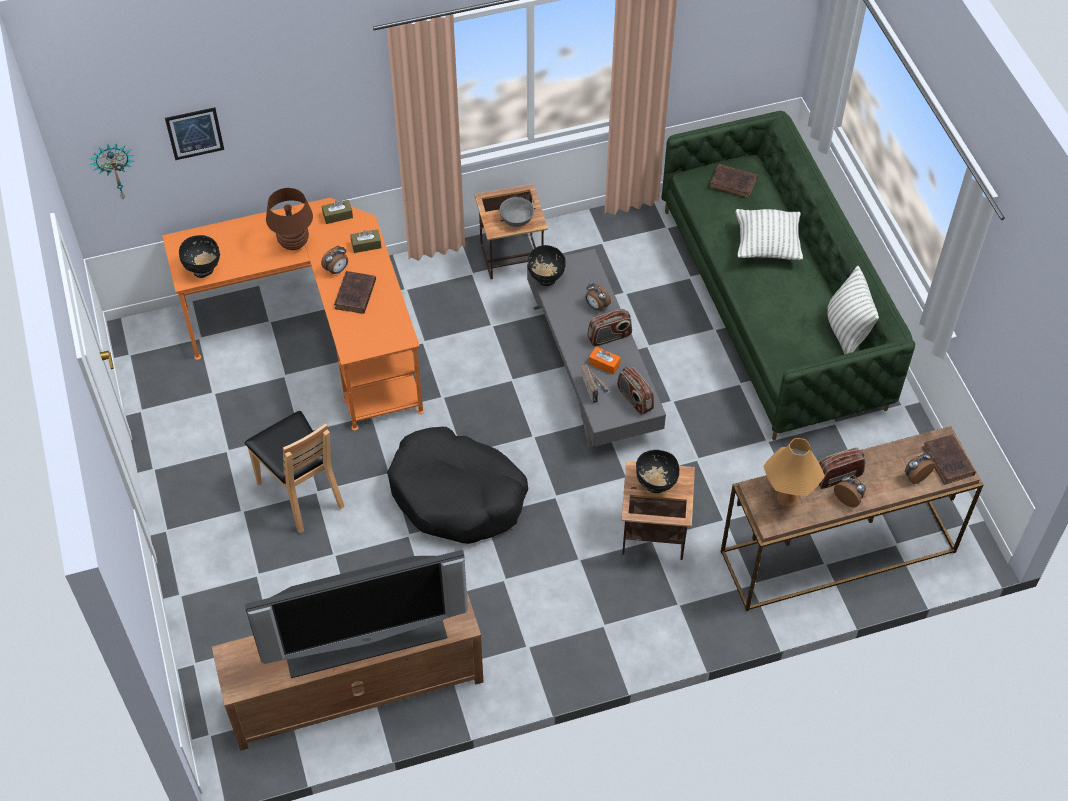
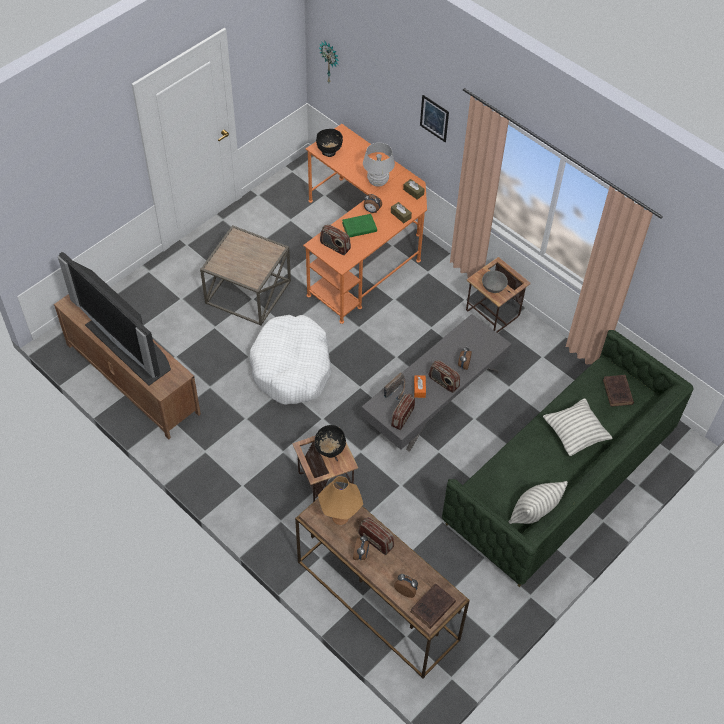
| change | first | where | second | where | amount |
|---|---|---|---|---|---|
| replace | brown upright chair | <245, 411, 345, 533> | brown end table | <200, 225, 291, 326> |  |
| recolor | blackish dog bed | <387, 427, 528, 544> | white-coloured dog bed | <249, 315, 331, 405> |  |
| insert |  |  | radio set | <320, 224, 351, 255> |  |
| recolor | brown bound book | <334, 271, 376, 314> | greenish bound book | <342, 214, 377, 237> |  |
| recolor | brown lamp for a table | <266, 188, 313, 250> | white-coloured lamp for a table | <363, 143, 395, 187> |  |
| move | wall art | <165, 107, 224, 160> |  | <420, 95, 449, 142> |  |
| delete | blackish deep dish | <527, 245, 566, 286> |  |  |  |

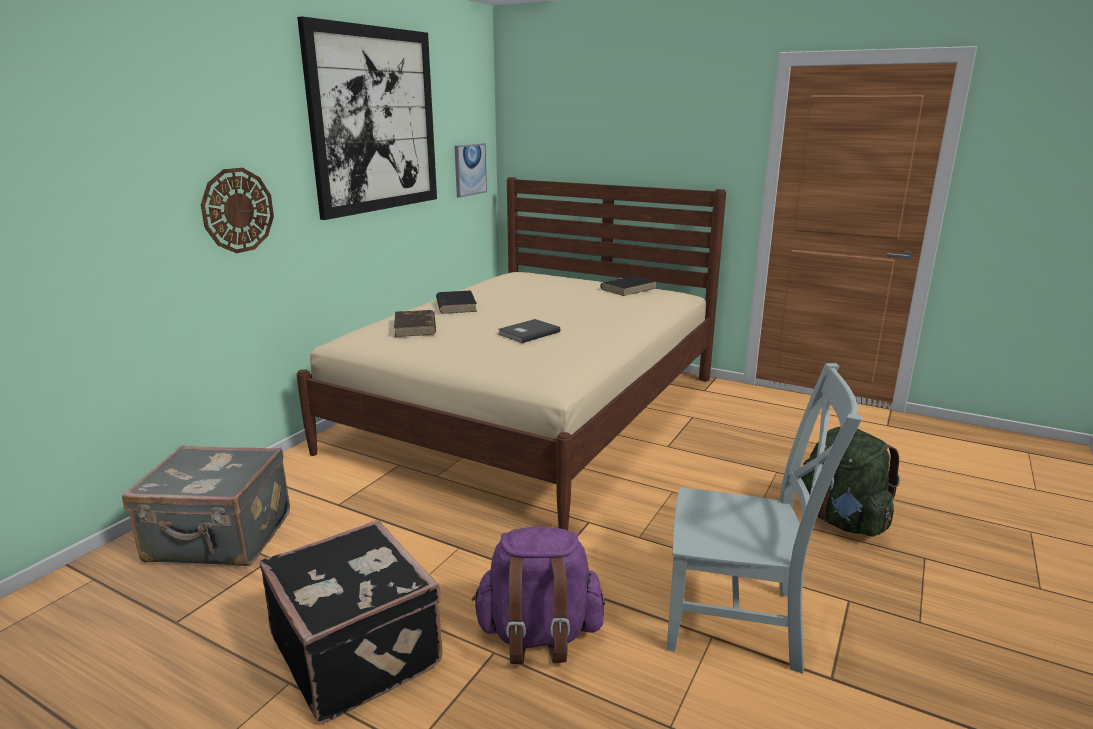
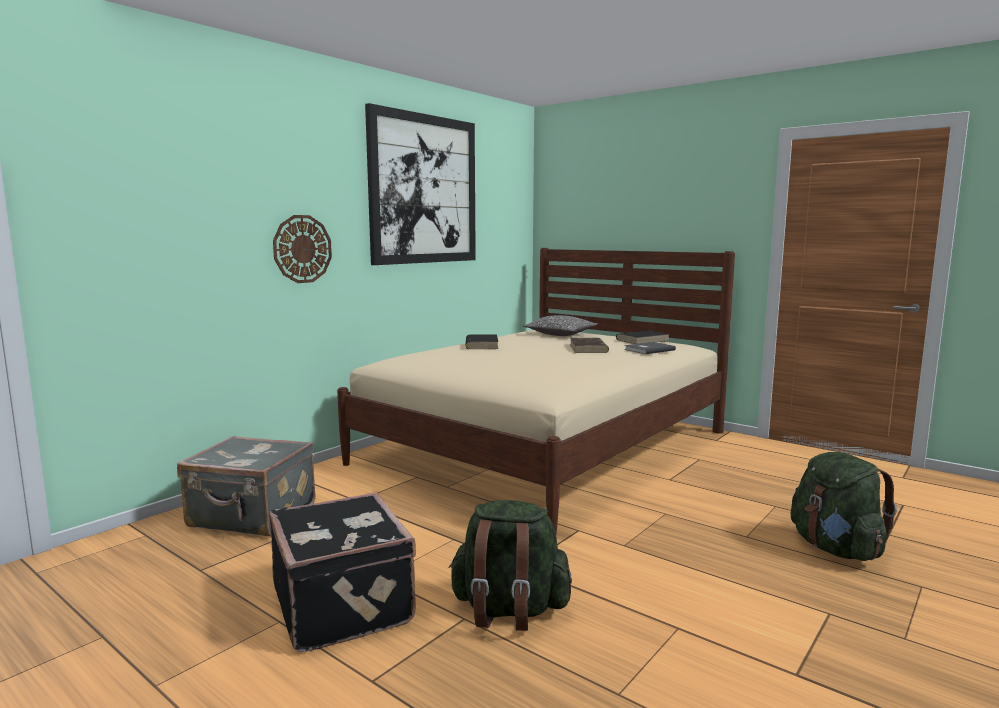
| change | first | where | second | where | amount |
|---|---|---|---|---|---|
| recolor | purple-coloured backpack | <472, 527, 605, 664> | greenish backpack | <449, 500, 572, 631> |  |
| insert |  |  | cushion | <523, 315, 598, 336> |  |
| move | brown bound book | <394, 310, 436, 337> |  | <570, 338, 609, 353> |  |
| move | greyish bound book | <498, 319, 561, 343> |  | <624, 342, 676, 354> |  |
| delete | wall art | <455, 143, 487, 198> |  |  |  |
| delete | greyish upright chair | <667, 363, 863, 674> |  |  |  |

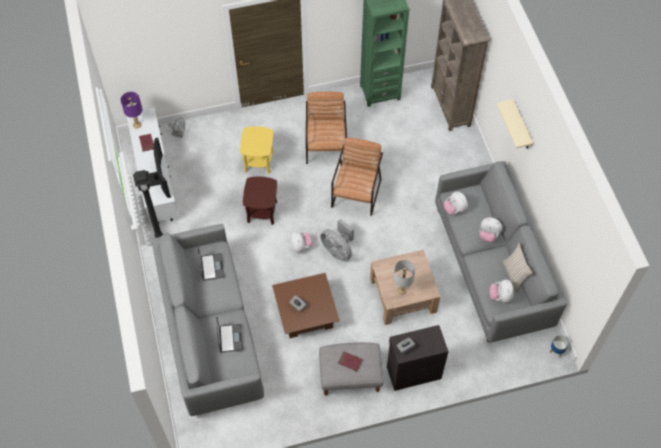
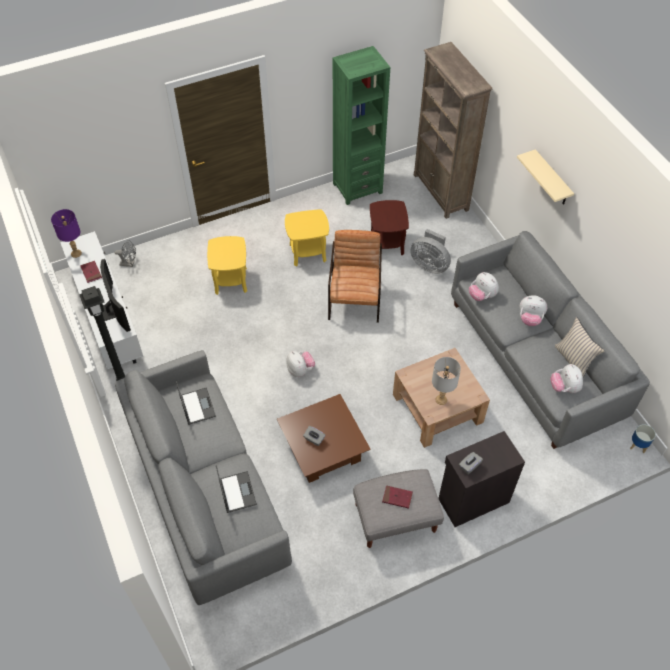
| change | first | where | second | where | amount |
|---|---|---|---|---|---|
| replace | brown lounge chair | <306, 92, 347, 164> | yellow-coloured end table | <285, 209, 329, 267> |  |
| move | brown end table | <243, 177, 277, 225> |  | <370, 200, 409, 256> |  |
| move | greyish electric fan | <320, 219, 354, 262> |  | <410, 229, 451, 274> |  |

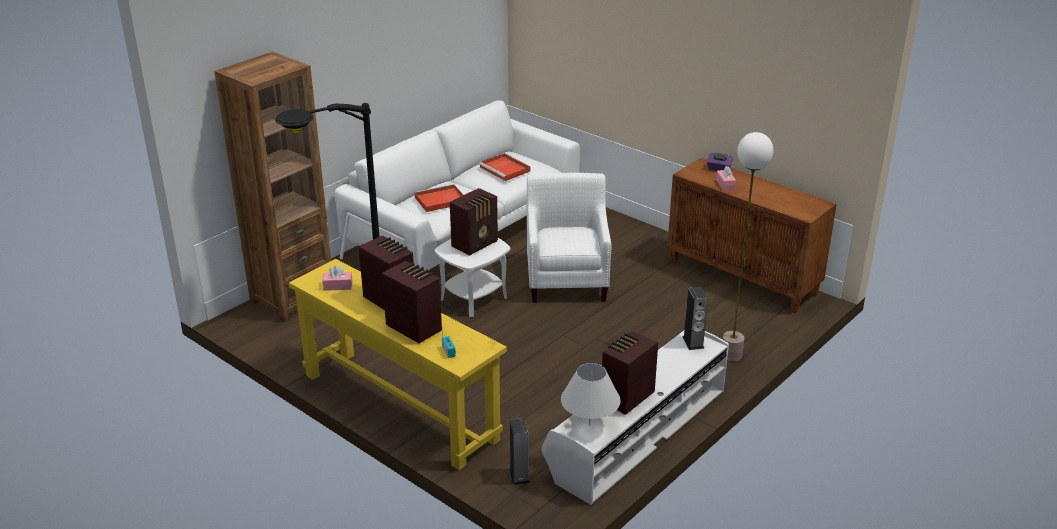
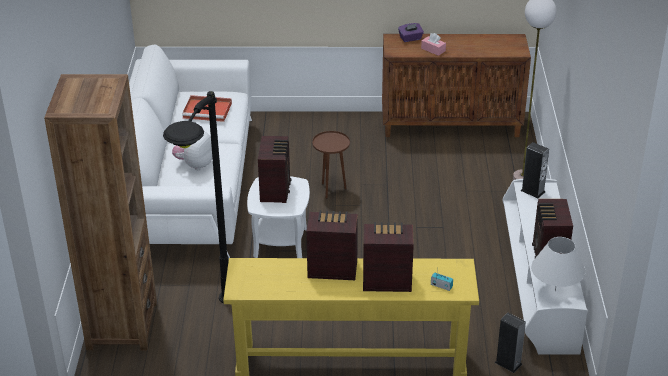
| change | first | where | second | where | amount |
|---|---|---|---|---|---|
| replace | red carrying tray | <414, 184, 463, 212> | cuddly toy | <172, 132, 212, 170> |  |
| replace | white-coloured lounge chair | <527, 173, 611, 303> | brown end table | <312, 131, 350, 199> |  |
| delete | pink box of tissues | <322, 265, 352, 291> |  |  |  |

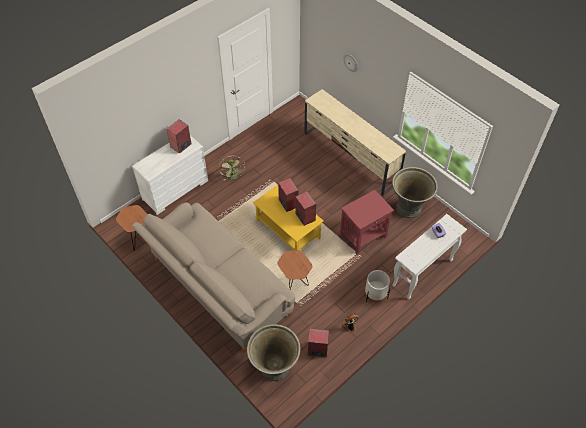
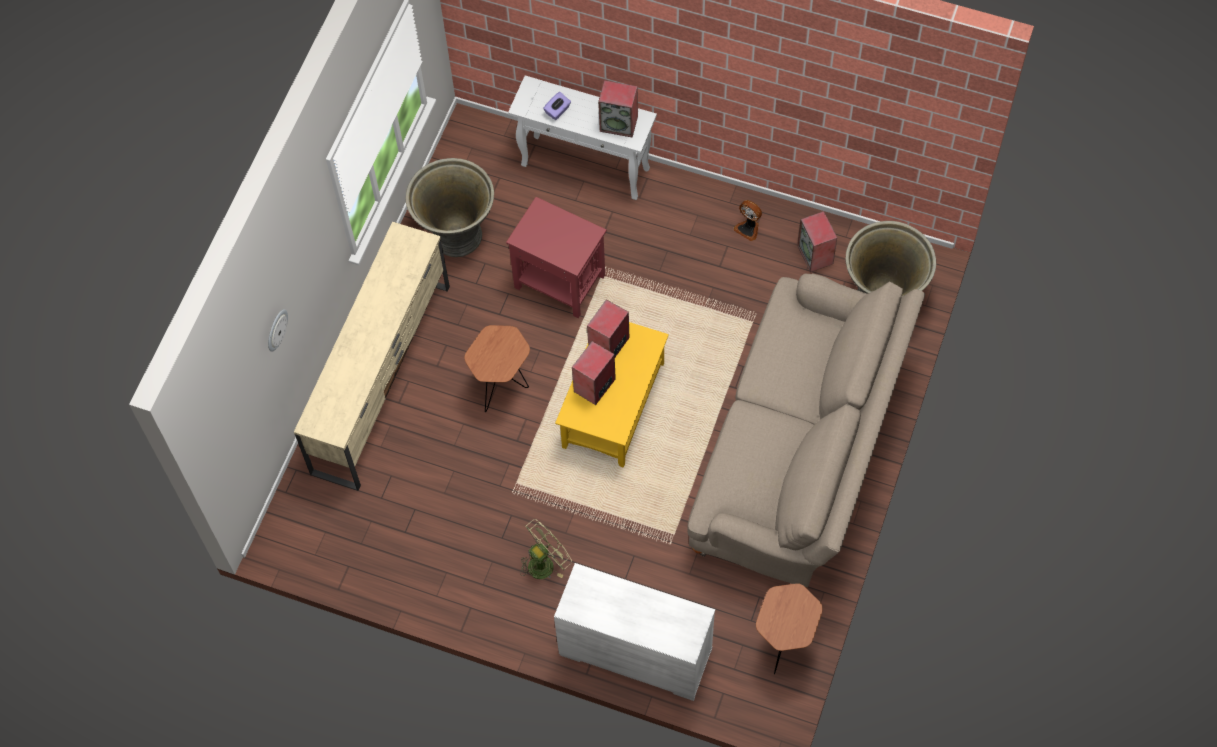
| change | first | where | second | where | amount |
|---|---|---|---|---|---|
| move | brown end table | <277, 250, 312, 290> |  | <464, 325, 530, 412> |  |
| move | loudspeaker | <167, 119, 191, 154> |  | <598, 80, 638, 137> |  |
| delete | white-coloured plant pot | <365, 270, 390, 302> |  |  |  |

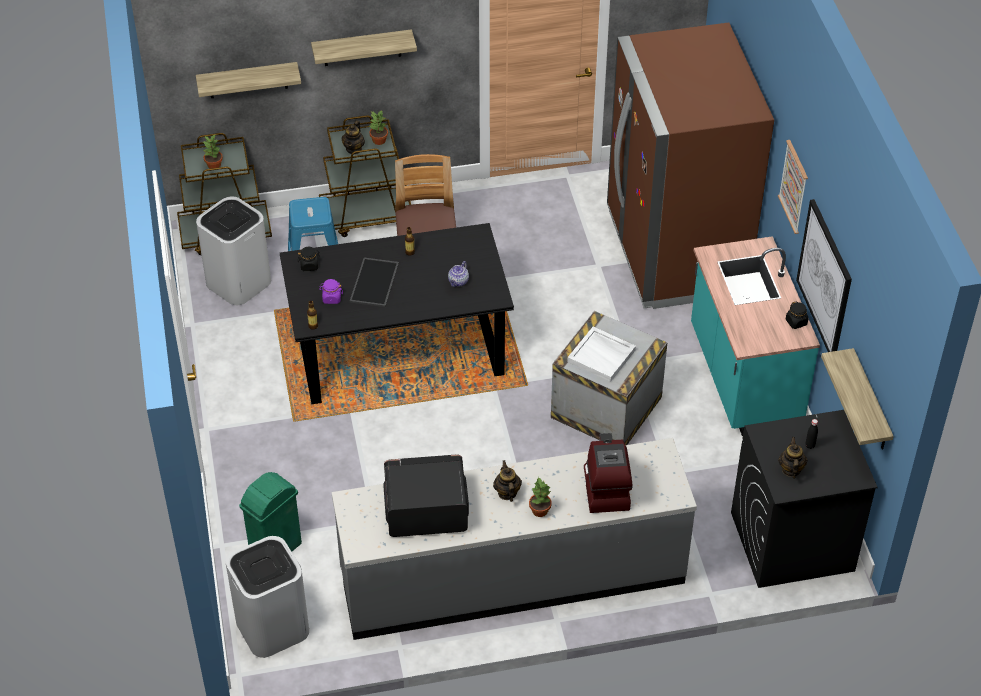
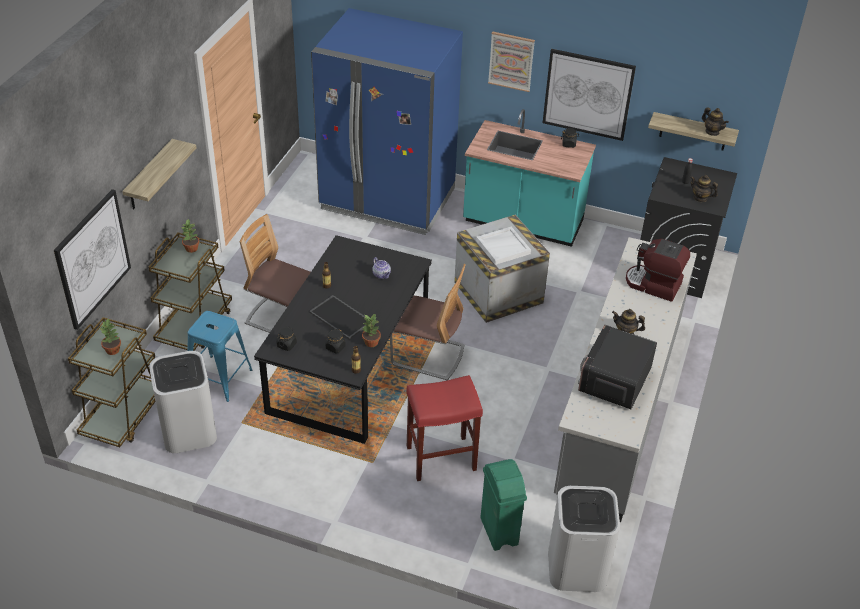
| change | first | where | second | where | amount |
|---|---|---|---|---|---|
| replace | shelf | <196, 62, 301, 98> | wall art | <54, 189, 131, 330> |  |
| recolor | brown kitchen fridge | <607, 23, 774, 309> | blue-coloured kitchen fridge | <311, 8, 463, 235> |  |
| recolor | purple-coloured preserve jar | <319, 279, 343, 304> | blackish preserve jar | <325, 329, 346, 354> |  |
| move | houseplant | <529, 477, 552, 517> |  | <362, 313, 381, 347> |  |
| insert |  |  | upright chair | <390, 264, 466, 380> |  |
| insert |  |  | red stool seat | <406, 375, 483, 481> |  |
| move | teapot | <341, 120, 365, 155> |  | <702, 107, 729, 136> |  |

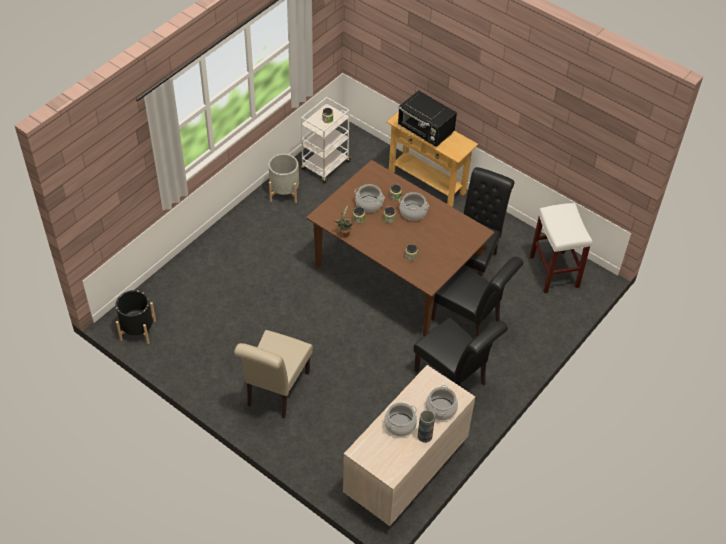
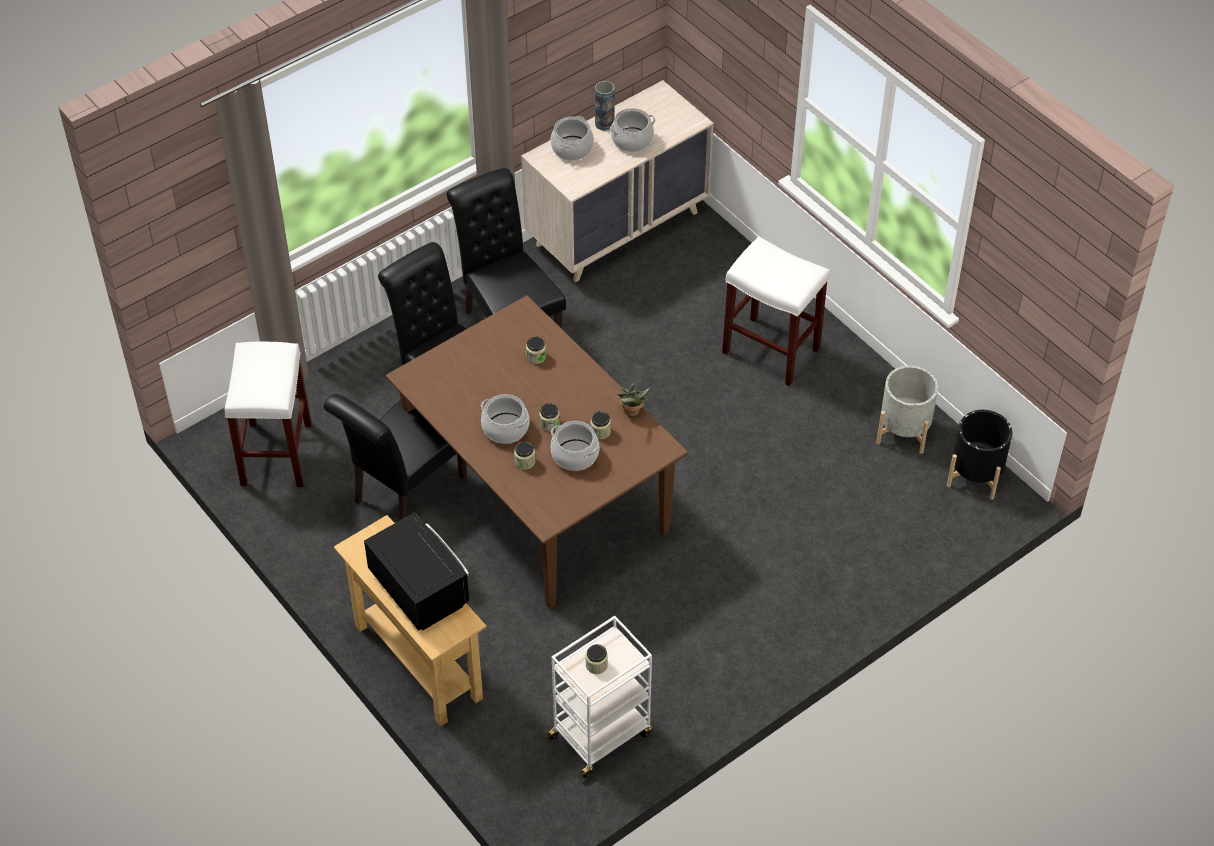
| change | first | where | second | where | amount |
|---|---|---|---|---|---|
| replace | sand-coloured upright chair | <234, 330, 313, 419> | white-coloured stool seat | <722, 236, 830, 386> |  |
| move | greyish plant pot | <268, 154, 299, 203> |  | <876, 366, 938, 454> |  |

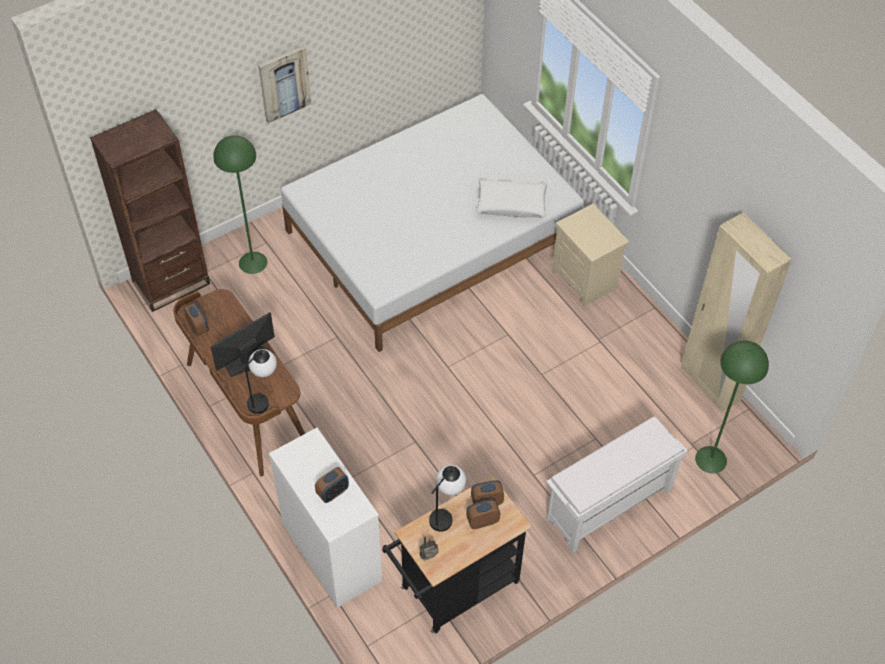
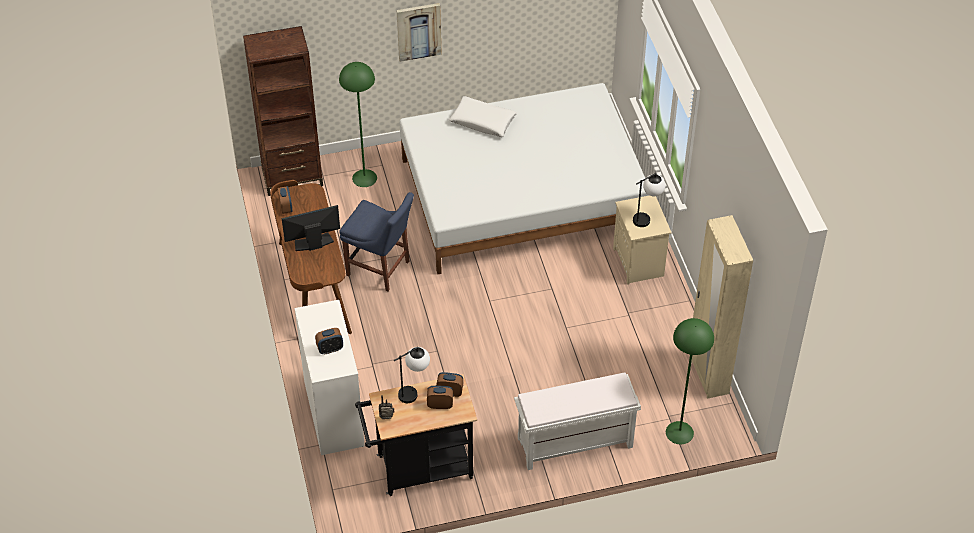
| change | first | where | second | where | amount |
|---|---|---|---|---|---|
| insert |  |  | blue-coloured upright chair | <339, 192, 414, 292> |  |
| move | white-coloured cushion | <476, 180, 547, 218> |  | <449, 96, 517, 137> |  |
| move | lamp for a table | <239, 349, 277, 414> |  | <633, 173, 665, 227> |  |

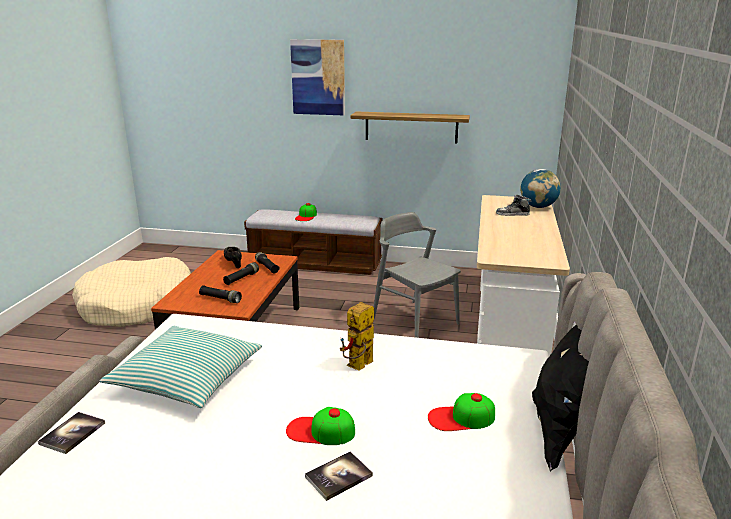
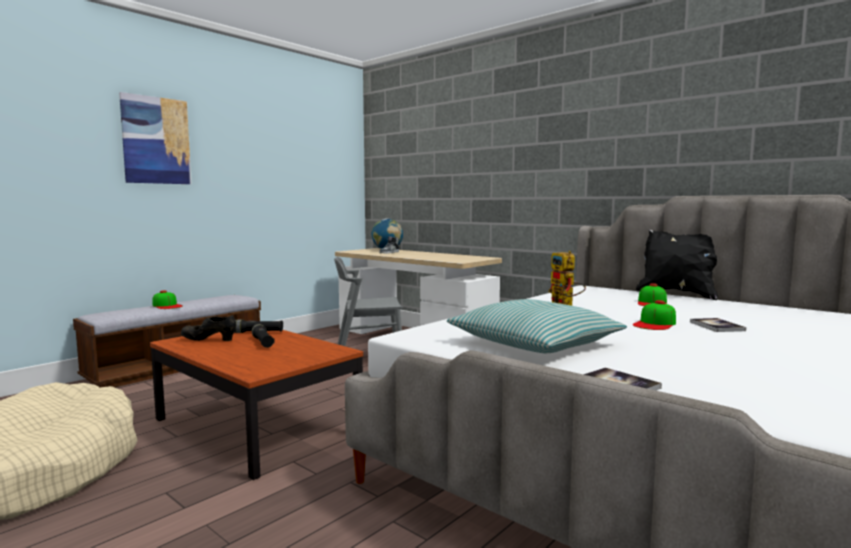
| change | first | where | second | where | amount |
|---|---|---|---|---|---|
| delete | blackish torch | <199, 285, 242, 303> |  |  |  |
| delete | shelf | <351, 111, 470, 143> |  |  |  |

